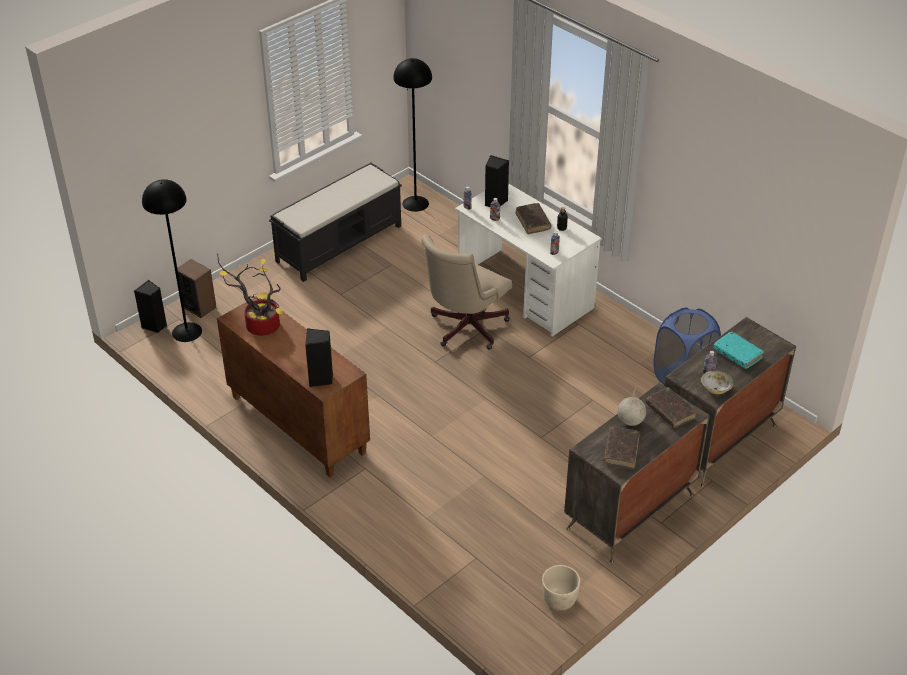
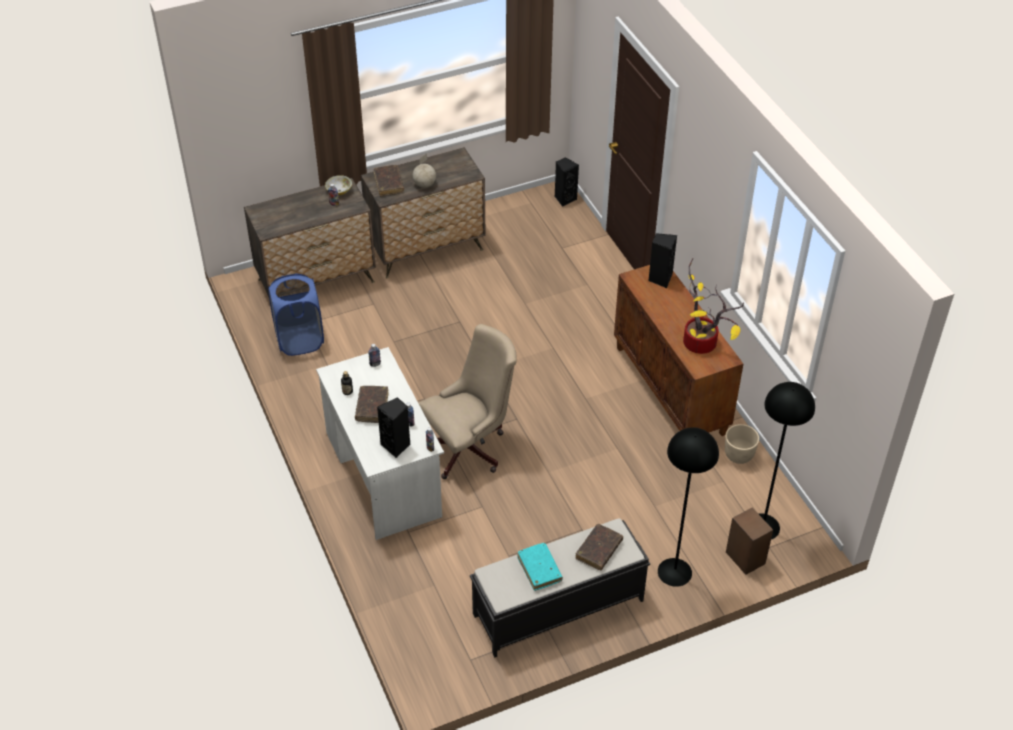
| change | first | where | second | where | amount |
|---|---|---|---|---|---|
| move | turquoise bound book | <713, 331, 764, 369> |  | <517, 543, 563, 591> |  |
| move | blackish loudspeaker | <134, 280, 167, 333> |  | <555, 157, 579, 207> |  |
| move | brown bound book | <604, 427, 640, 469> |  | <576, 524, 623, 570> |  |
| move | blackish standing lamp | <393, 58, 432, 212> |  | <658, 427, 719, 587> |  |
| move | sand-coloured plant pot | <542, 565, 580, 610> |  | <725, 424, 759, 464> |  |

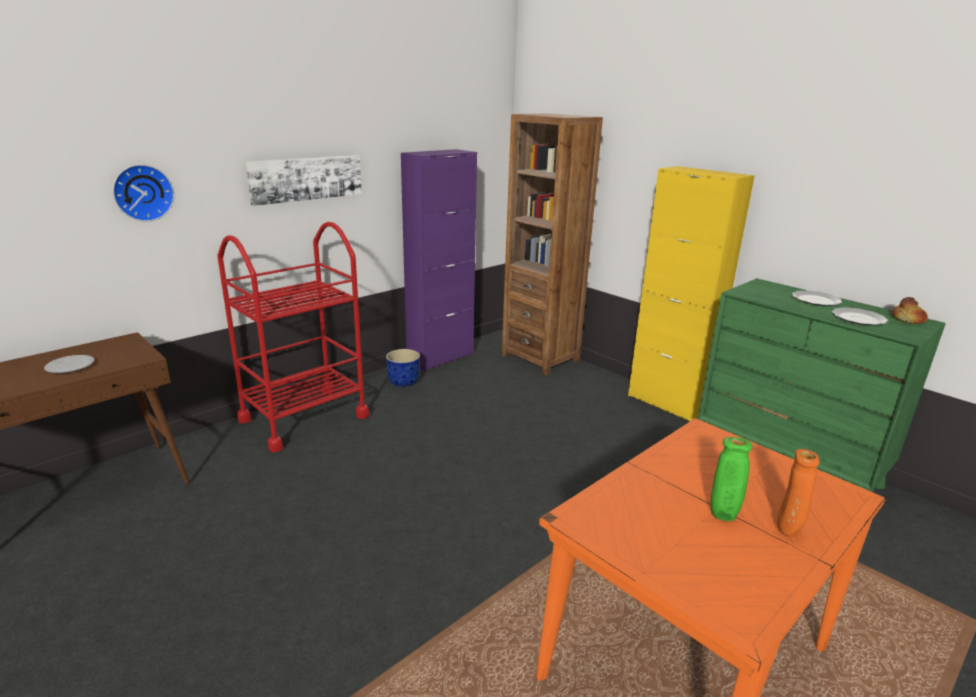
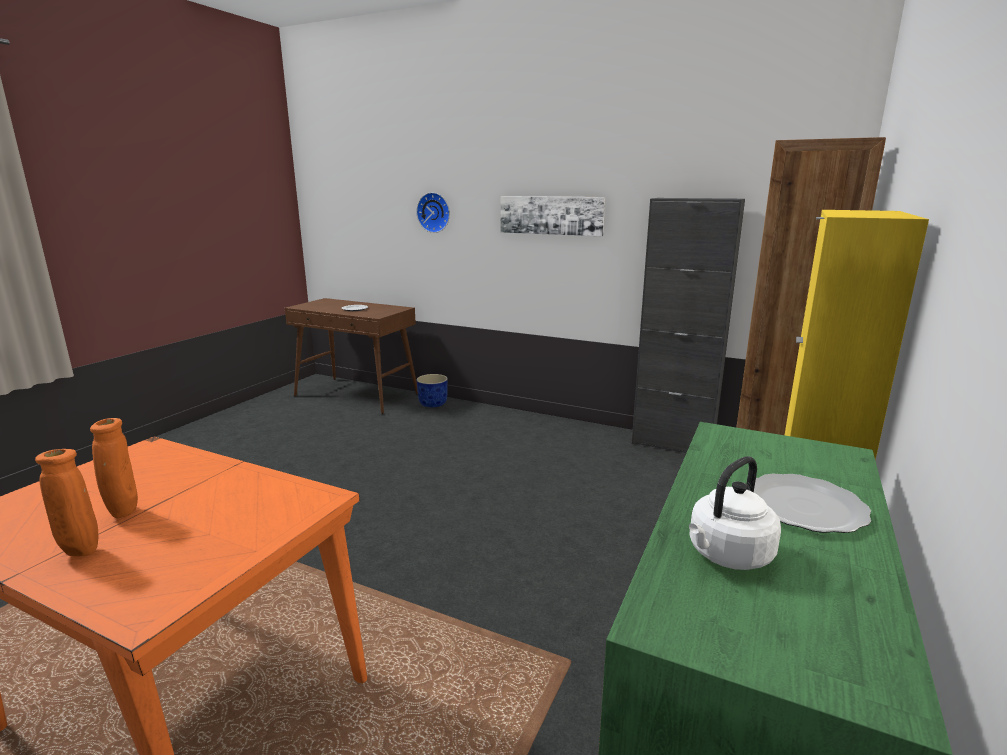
| change | first | where | second | where | amount |
|---|---|---|---|---|---|
| recolor | greenish flower vase | <711, 437, 752, 521> | orange flower vase | <90, 418, 138, 518> |  |
| move | blue-coloured plant pot | <386, 349, 420, 387> |  | <417, 374, 448, 407> |  |
| recolor | purple-coloured cupboard | <401, 149, 477, 371> | blackish cupboard | <632, 198, 745, 453> |  |
| replace | plate | <832, 307, 888, 325> | white-coloured water kettle | <689, 456, 781, 570> |  |
| delete | red trolley | <217, 222, 369, 453> |  |  |  |
| delete | bread | <892, 297, 928, 324> |  |  |  |

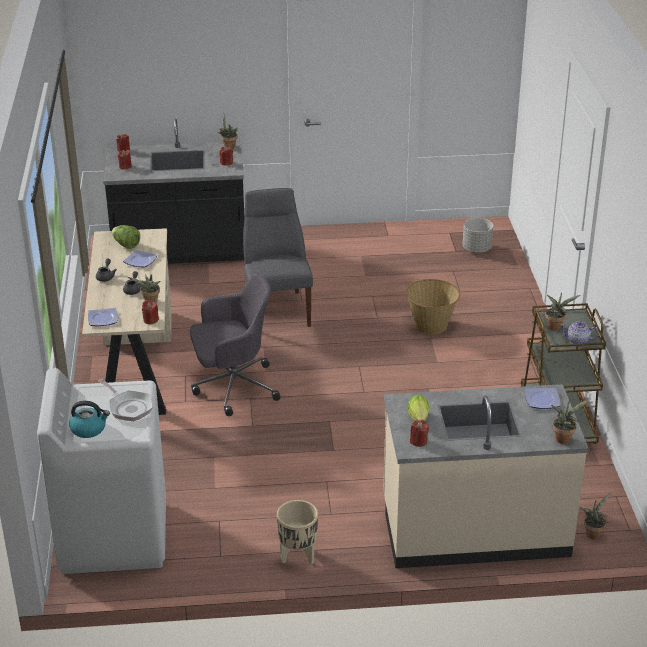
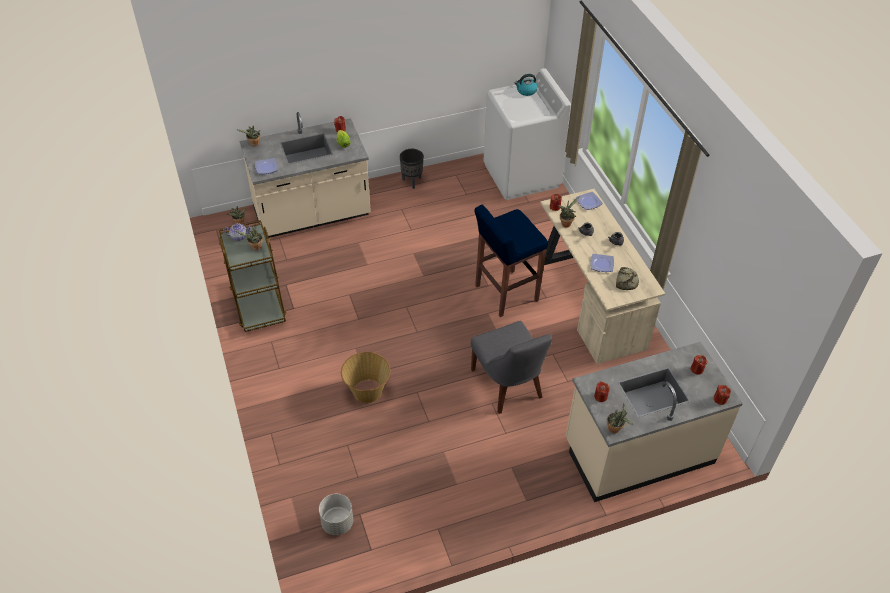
| change | first | where | second | where | amount |
|---|---|---|---|---|---|
| recolor | sand-coloured plant pot | <277, 500, 318, 565> | blackish plant pot | <400, 149, 424, 189> |  |
| replace | greyish computer chair | <190, 274, 281, 416> | blue-coloured stool seat | <474, 205, 548, 317> |  |
| recolor | blackish kitchen base unit | <103, 118, 245, 264> | sand-coloured kitchen base unit | <566, 342, 743, 502> |  |
| replace | lettuce head | <112, 225, 140, 249> | bread | <616, 267, 639, 290> |  |
| delete | pan | <98, 378, 153, 421> |  |  |  |

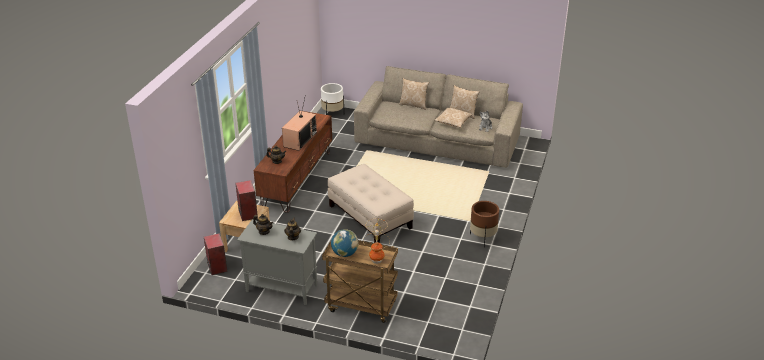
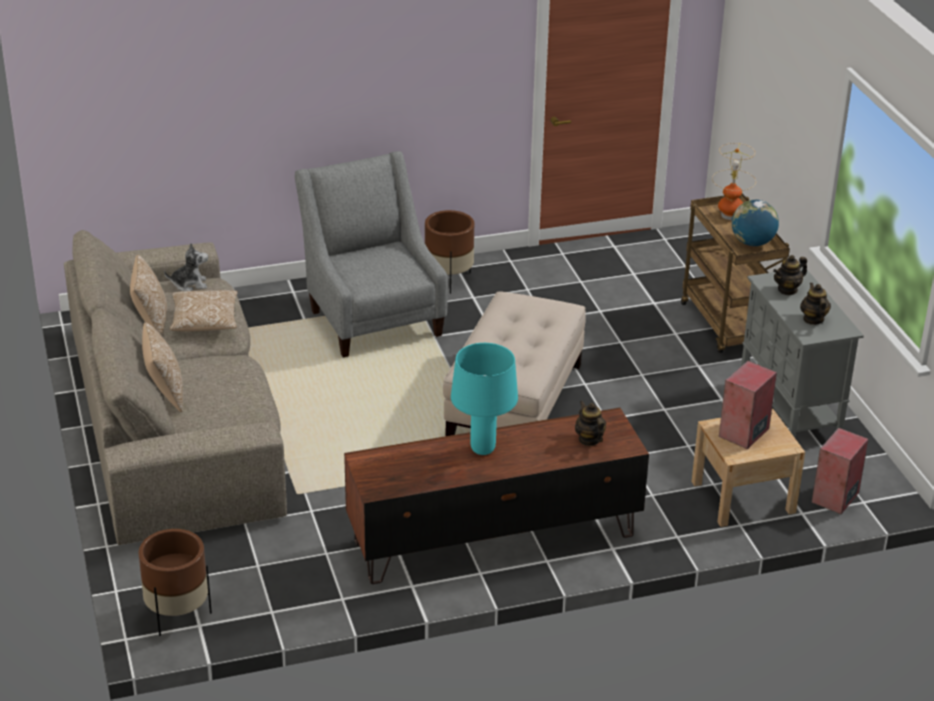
| change | first | where | second | where | amount |
|---|---|---|---|---|---|
| recolor | white-coloured plant pot | <321, 83, 344, 115> | brown plant pot | <139, 529, 212, 636> |  |
| insert |  |  | greyish lounge chair | <295, 151, 448, 358> |  |
| replace | TV set | <282, 94, 317, 151> | turquoise lamp for a table | <451, 343, 518, 455> |  |

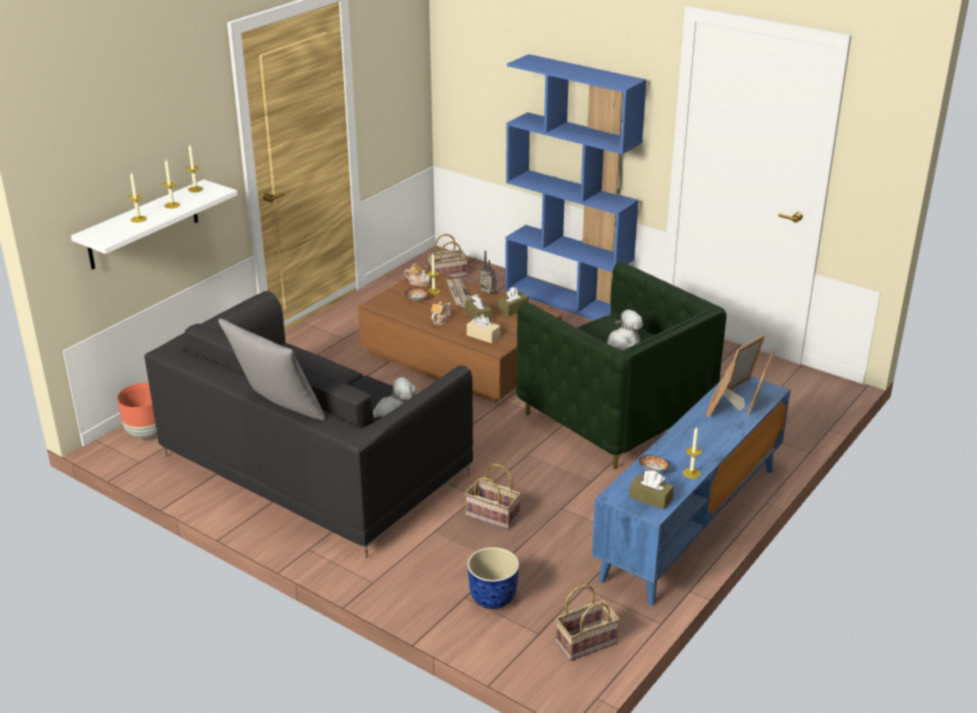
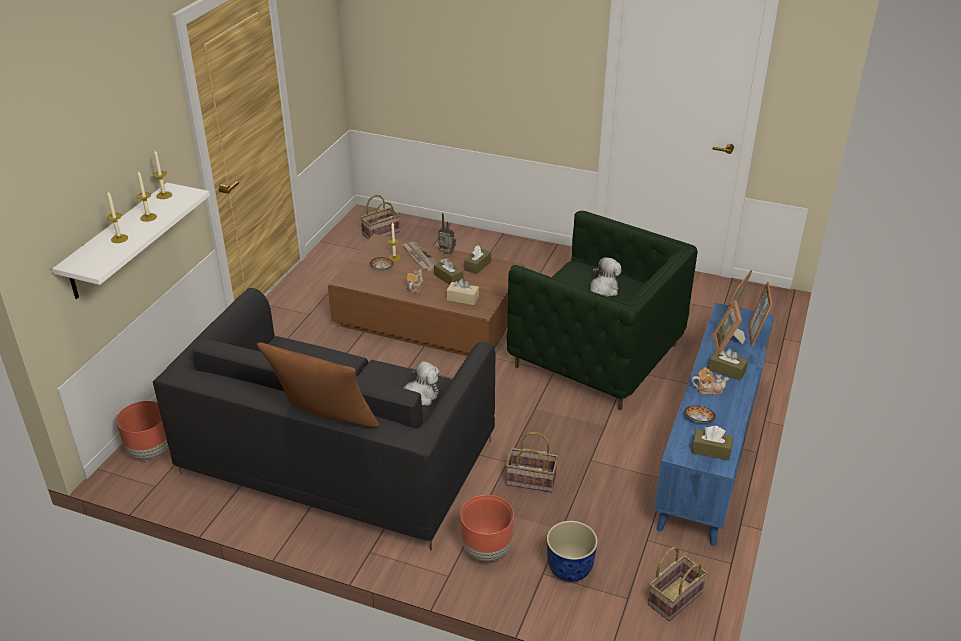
| change | first | where | second | where | amount |
|---|---|---|---|---|---|
| recolor | greyish cushion | <218, 319, 325, 420> | brown cushion | <257, 342, 379, 428> |  |
| insert |  |  | brown plant pot | <460, 495, 514, 562> |  |
| move | teapot | <404, 263, 431, 287> |  | <692, 367, 729, 395> |  |
| insert |  |  | brown box of tissues | <708, 348, 748, 381> |  |
| delete | blue-coloured bookshelf | <505, 54, 647, 320> |  |  |  |
| delete | candle | <683, 426, 702, 479> |  |  |  |

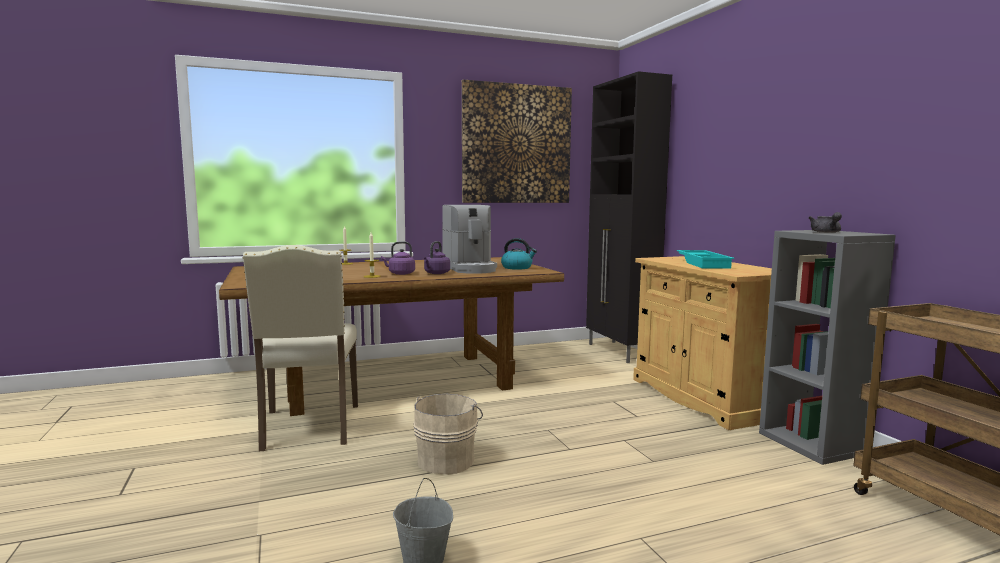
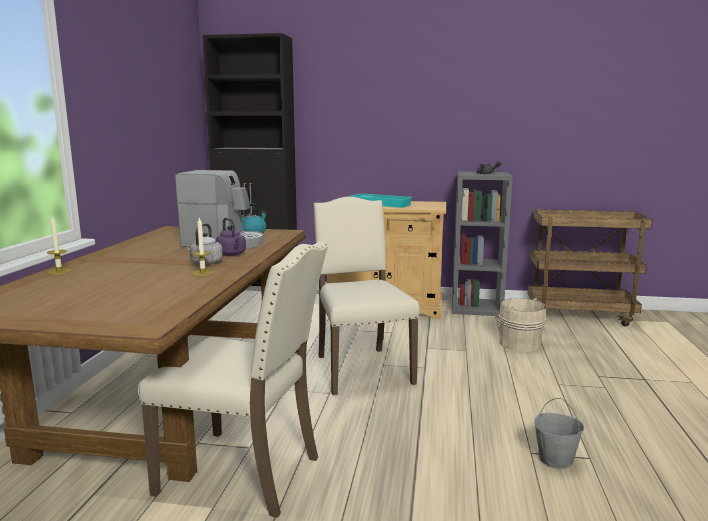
| change | first | where | second | where | amount |
|---|---|---|---|---|---|
| recolor | purple-coloured water kettle | <381, 241, 415, 275> | greyish water kettle | <187, 223, 223, 265> |  |
| insert |  |  | sand-coloured upright chair | <313, 197, 420, 395> |  |
| move | sand-coloured pail | <413, 394, 483, 474> |  | <494, 298, 546, 352> |  |
| delete | wall art | <462, 80, 572, 203> |  |  |  |

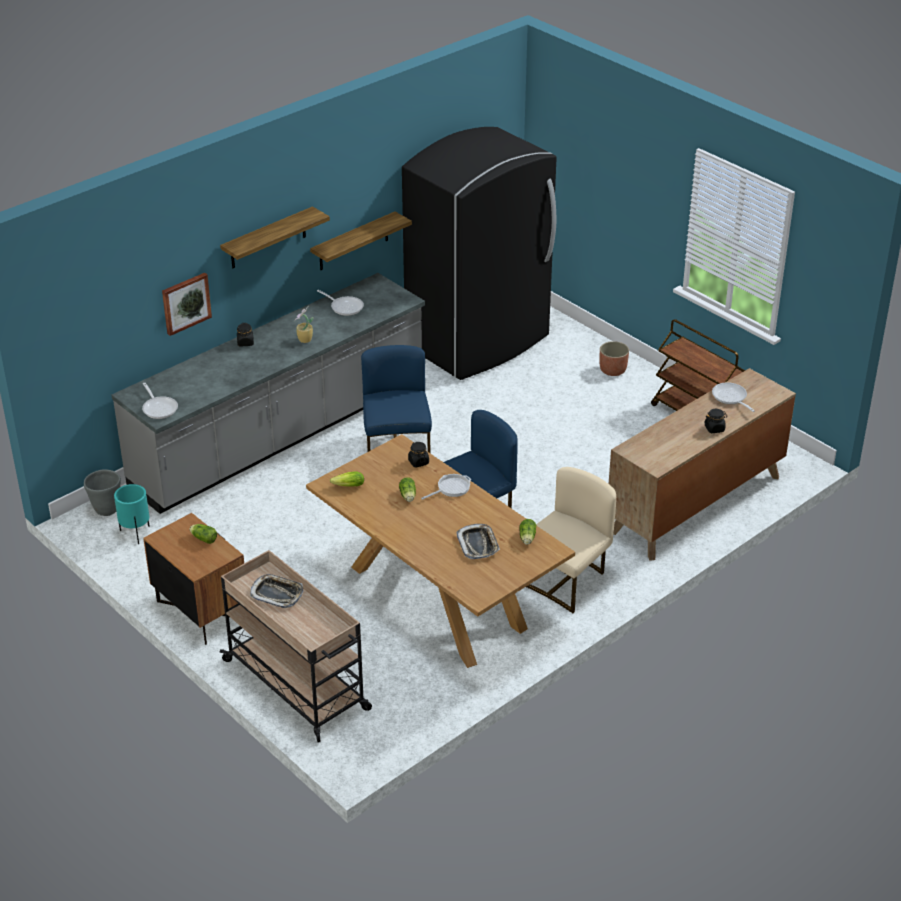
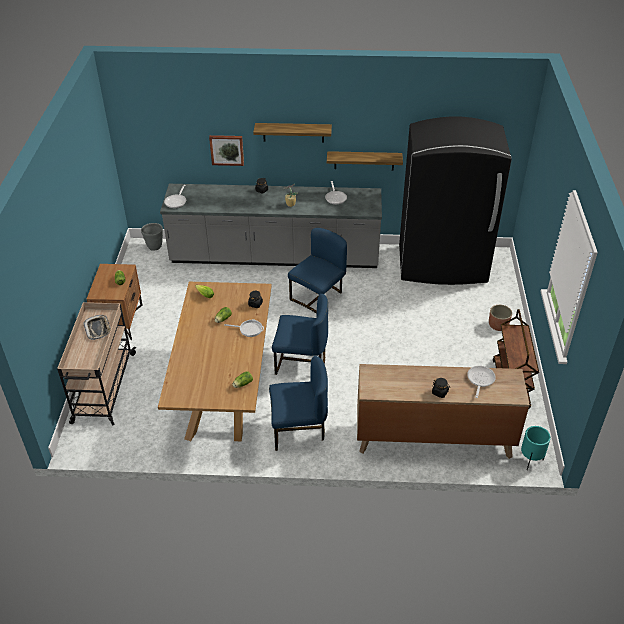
| change | first | where | second | where | amount |
|---|---|---|---|---|---|
| recolor | sand-coloured upright chair | <526, 467, 616, 613> | blue-coloured upright chair | <269, 356, 328, 451> |  |
| move | turquoise plant pot | <114, 484, 149, 544> |  | <521, 426, 551, 470> |  |
| delete | carrying tray | <456, 524, 500, 559> |  |  |  |

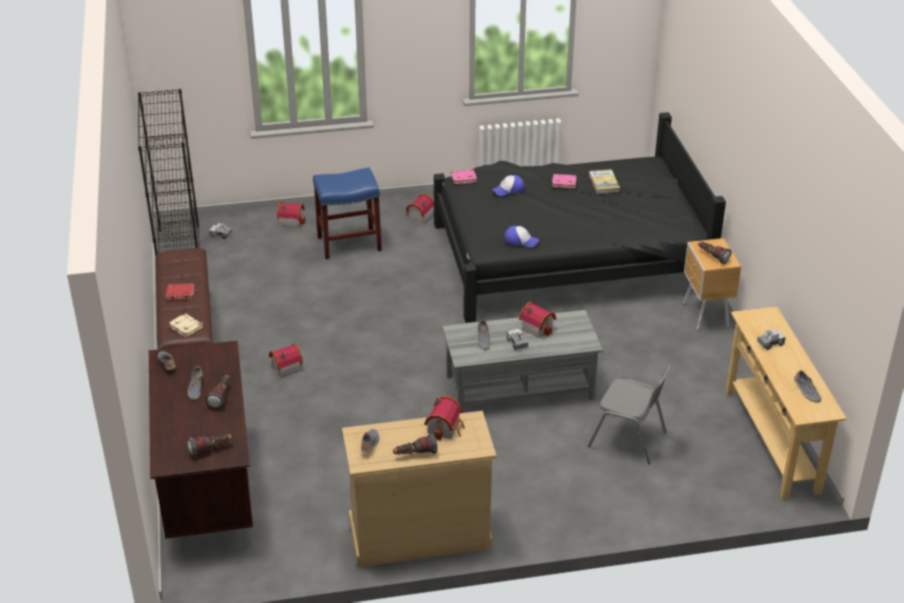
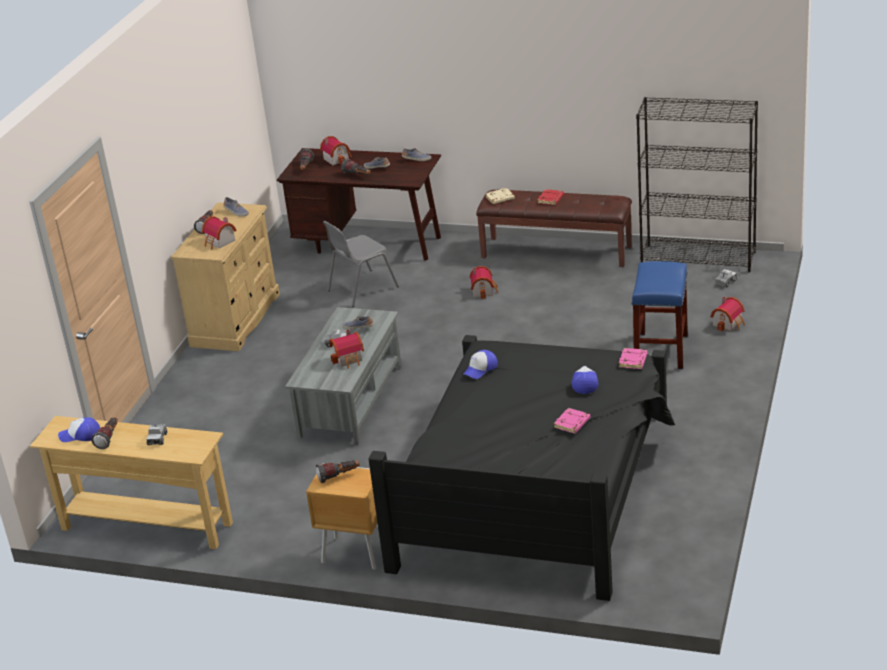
| change | first | where | second | where | amount |
|---|---|---|---|---|---|
| replace | item of footwear | <794, 370, 822, 403> | peaked cap | <58, 417, 100, 442> |  |
| insert |  |  | torch | <91, 417, 118, 449> |  |
| move | miniature house | <406, 194, 434, 224> |  | <320, 136, 352, 165> |  |
| move | greyish upright chair | <588, 365, 671, 464> |  | <323, 221, 399, 307> |  |
| delete | bound book | <589, 169, 620, 194> |  |  |  |

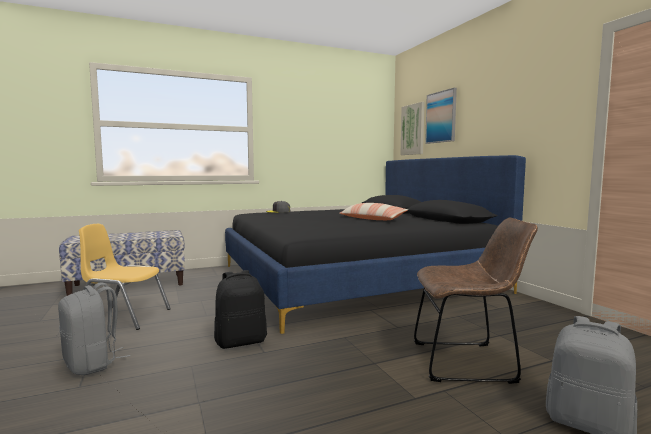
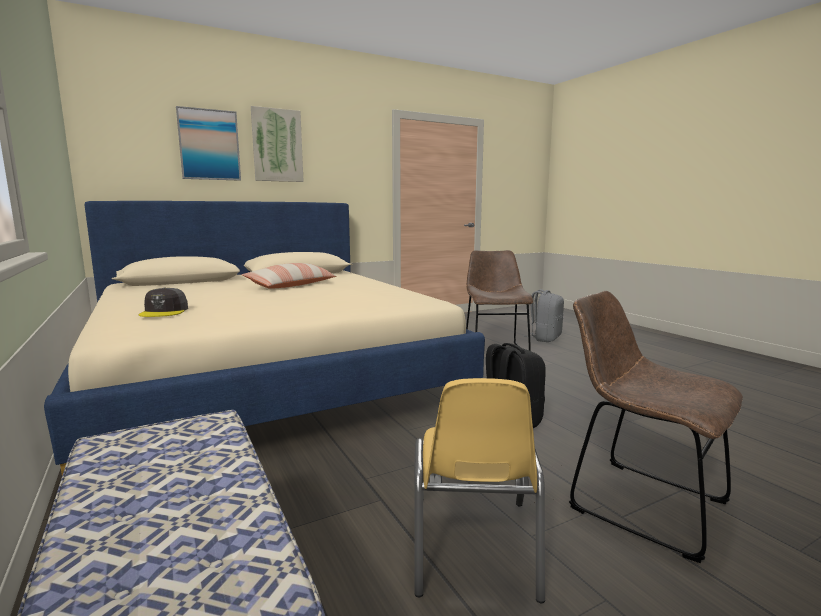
| change | first | where | second | where | amount |
|---|---|---|---|---|---|
| recolor | blackish bedroom bed | <225, 155, 526, 334> | sand-coloured bedroom bed | <44, 201, 485, 475> |  |
| move | wall art | <400, 102, 425, 155> |  | <251, 106, 304, 182> |  |
| replace | greyish backpack | <58, 283, 130, 375> | brown upright chair | <569, 291, 743, 563> |  |

